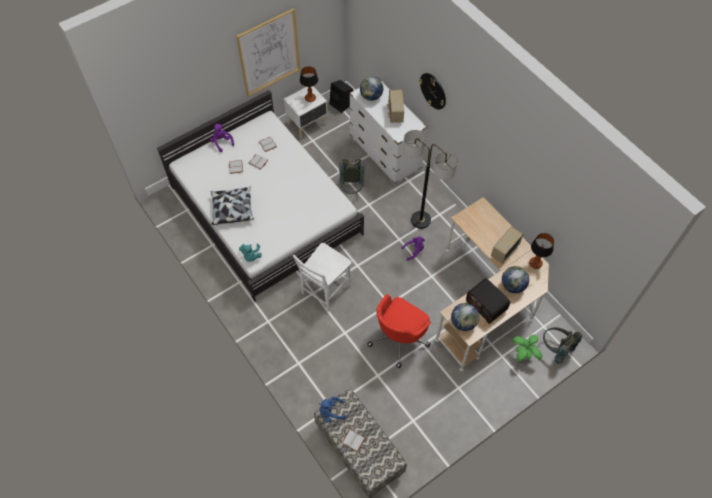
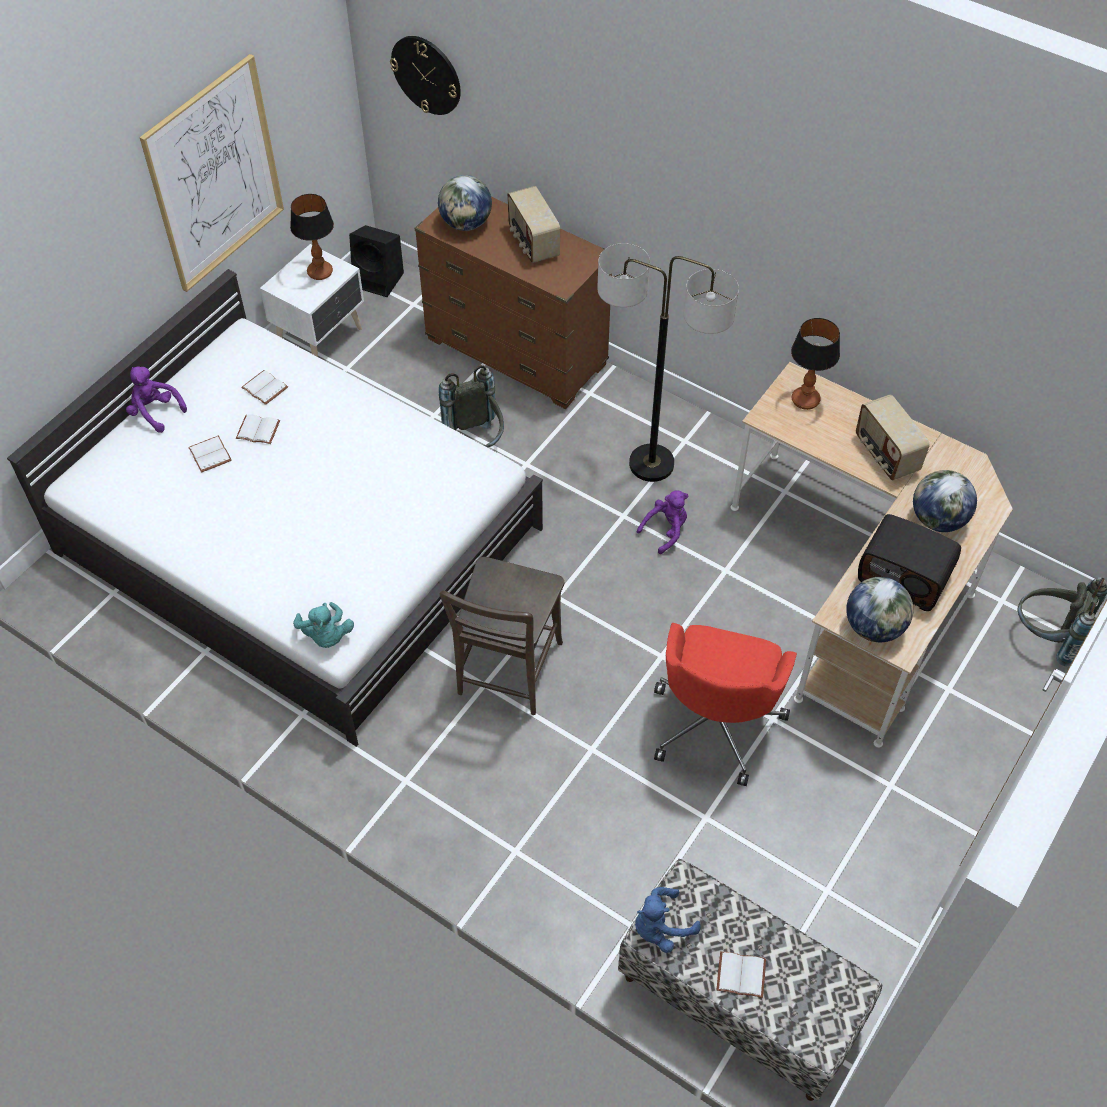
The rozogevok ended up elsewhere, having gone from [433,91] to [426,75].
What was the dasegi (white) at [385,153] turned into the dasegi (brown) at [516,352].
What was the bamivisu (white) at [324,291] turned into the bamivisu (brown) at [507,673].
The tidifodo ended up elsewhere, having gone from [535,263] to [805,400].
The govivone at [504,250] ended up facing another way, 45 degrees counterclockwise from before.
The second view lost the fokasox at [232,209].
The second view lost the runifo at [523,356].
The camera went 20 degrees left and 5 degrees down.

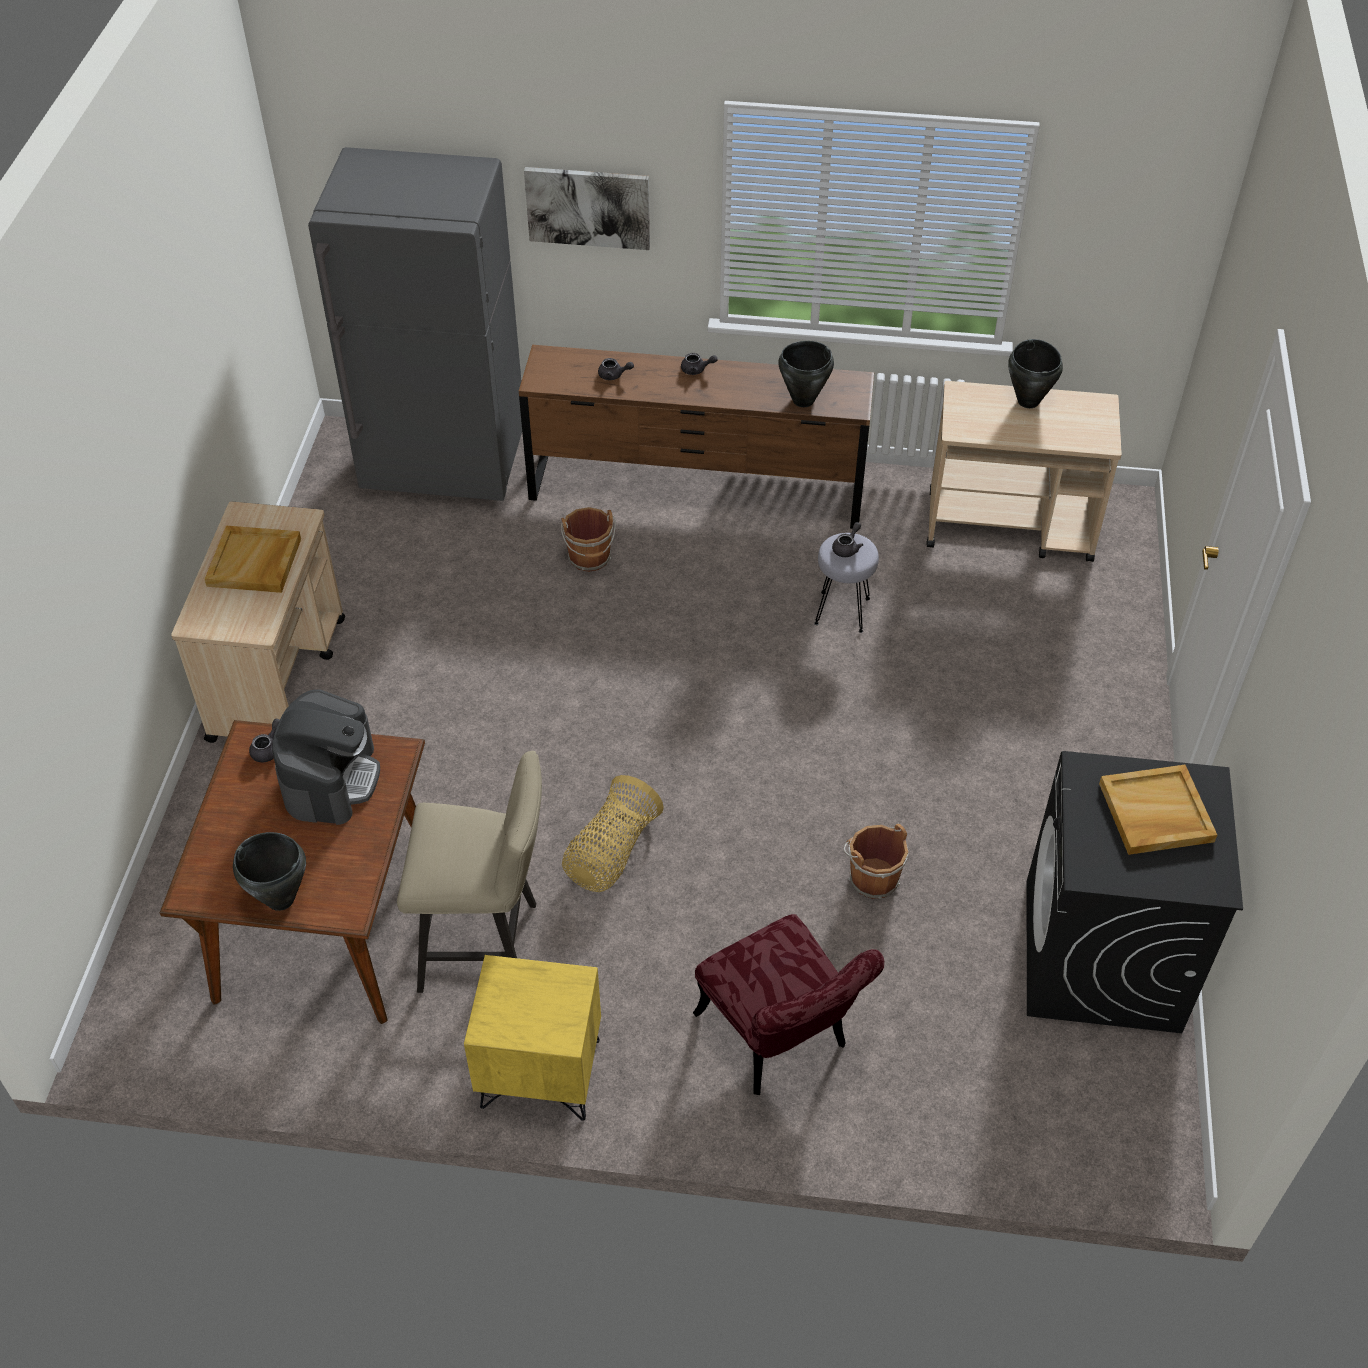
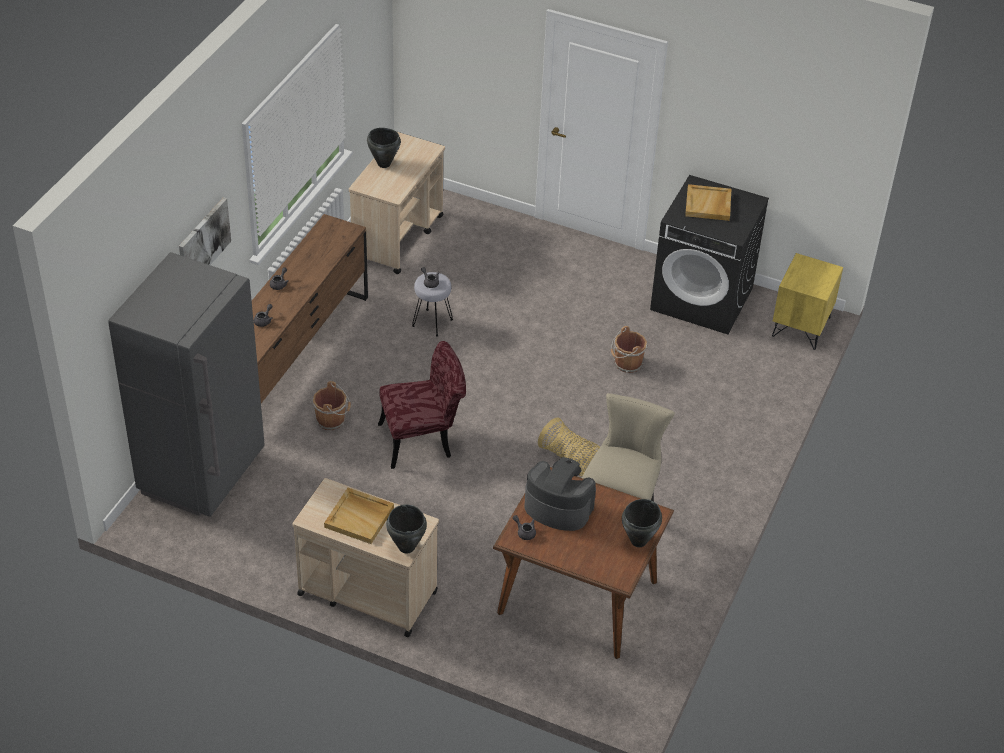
The bamivisu (red) ended up elsewhere, having gone from [780,1041] to [423,440].
The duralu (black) ended up elsewhere, having gone from [802,400] to [406,547].
The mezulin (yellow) ended up elsewhere, having gone from [540,1074] to [801,327].
The camera went 75 degrees left and 5 degrees down.

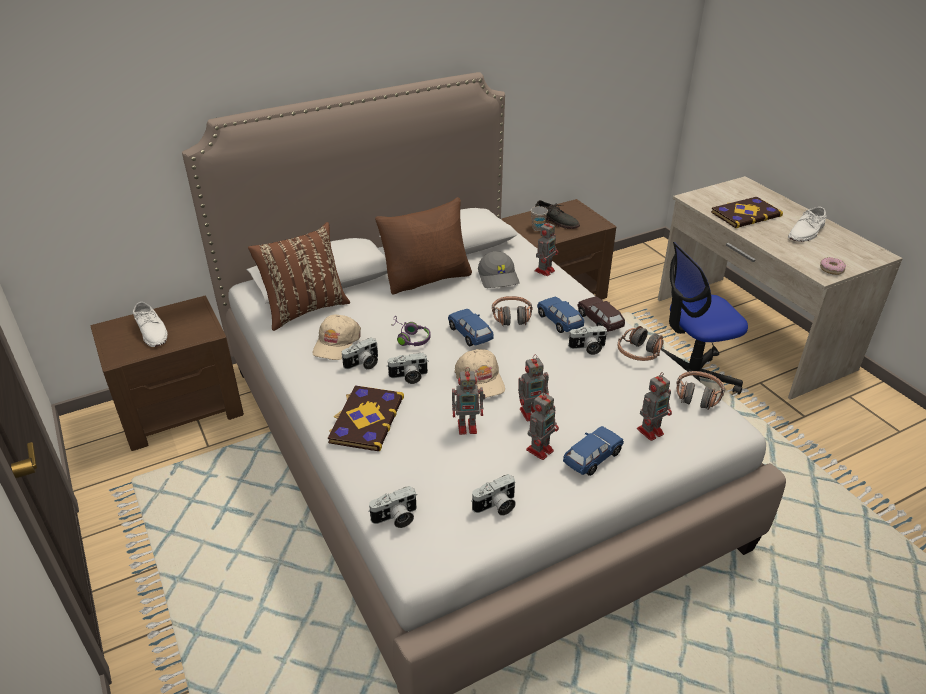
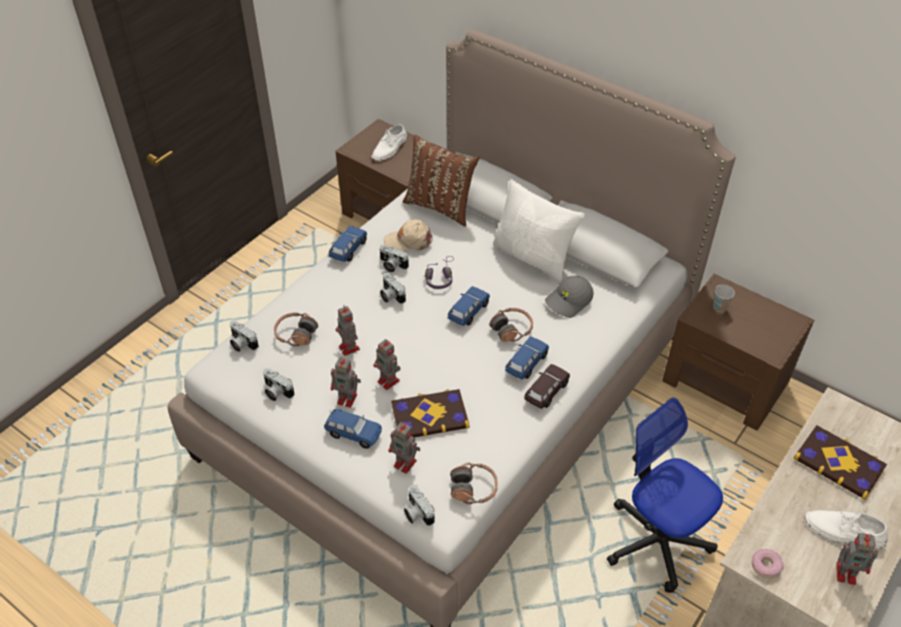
The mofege ended up elsewhere, having gone from [639,353] to [296,334].
The second view gained the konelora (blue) at [348,249].
The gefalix ended up elsewhere, having gone from [365,419] to [429,415].
The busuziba ended up elsewhere, having gone from [587,348] to [416,513].
What was the fokasox (brown) at [427,278] turned into the fokasox (white) at [533,257].
The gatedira ended up elsewhere, having gone from [545,270] to [847,574].
The second view lost the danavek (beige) at [480,379].
The second view lost the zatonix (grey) at [556,220].
The camera went 65 degrees right and 10 degrees up.

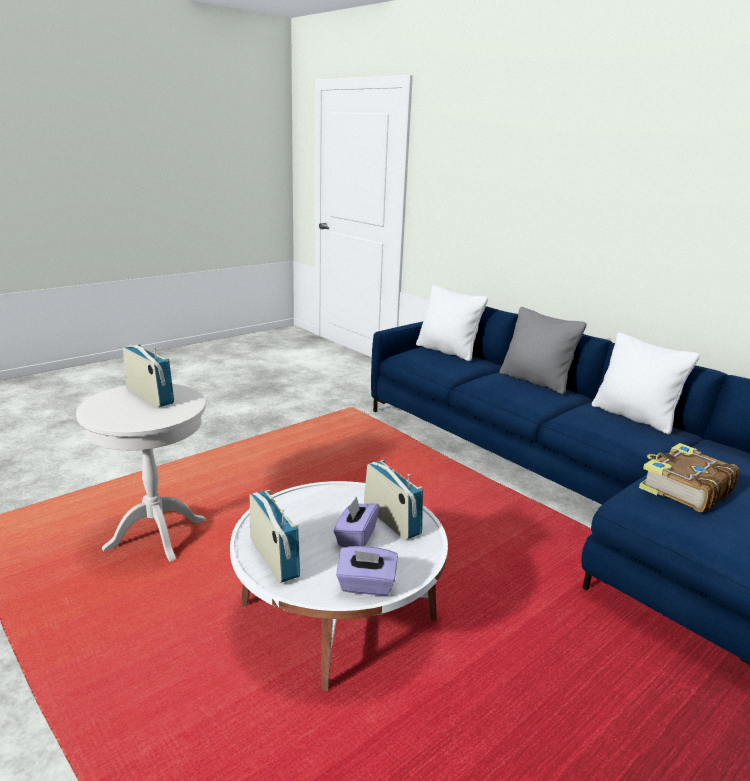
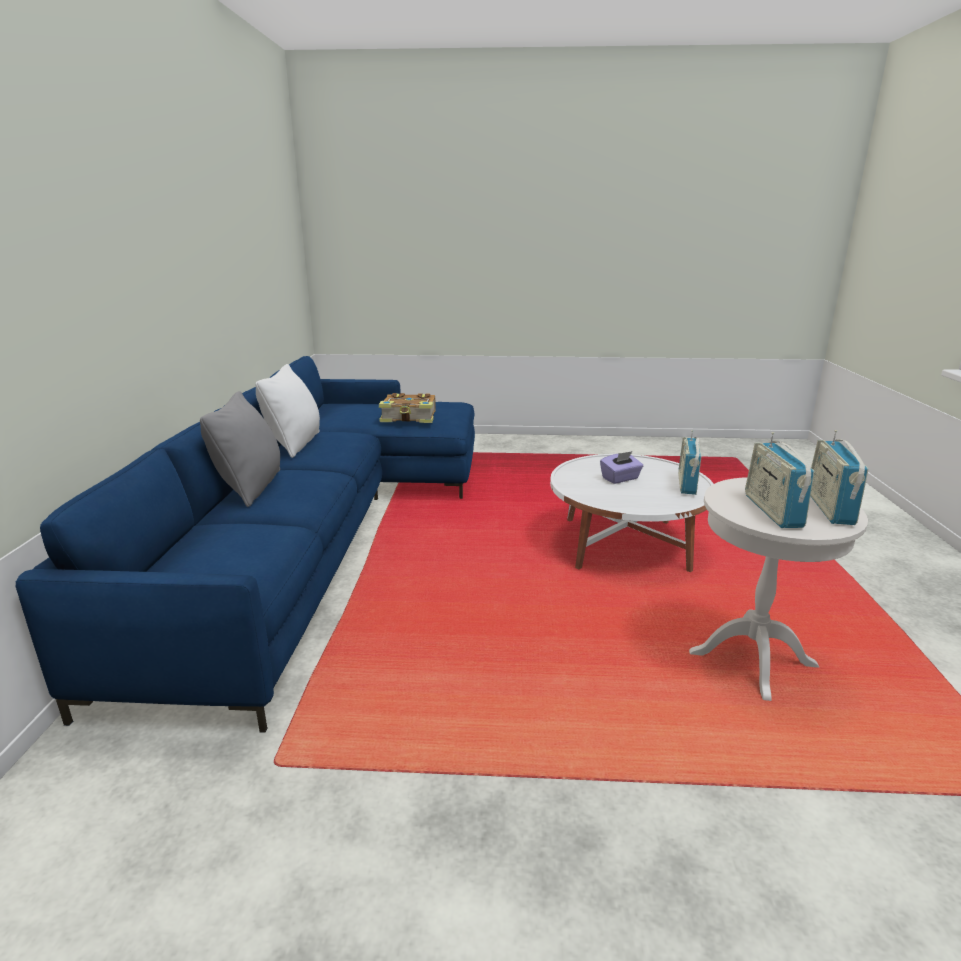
The govivone ended up elsewhere, having gone from [391,520] to [829,508].
The second view lost the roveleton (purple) at [366,586].
The second view lost the fokasox (white) at [447,351].
The camera went 135 degrees left and 0 degrees up.

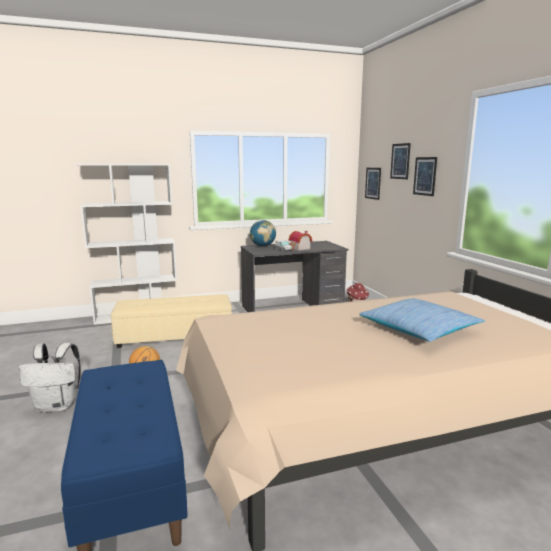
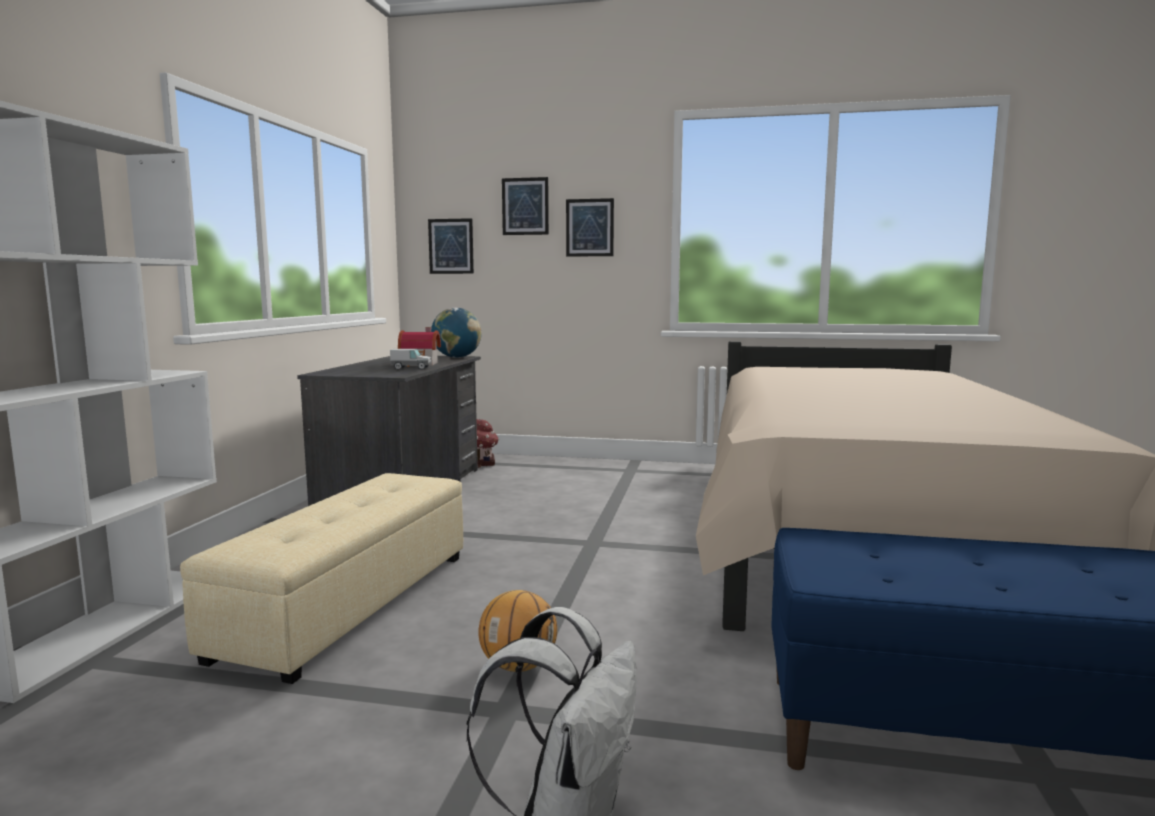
The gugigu ended up elsewhere, having gone from [263,246] to [457,357].
The second view lost the fokasox at [419,329].
The camera went 60 degrees left and 5 degrees down.

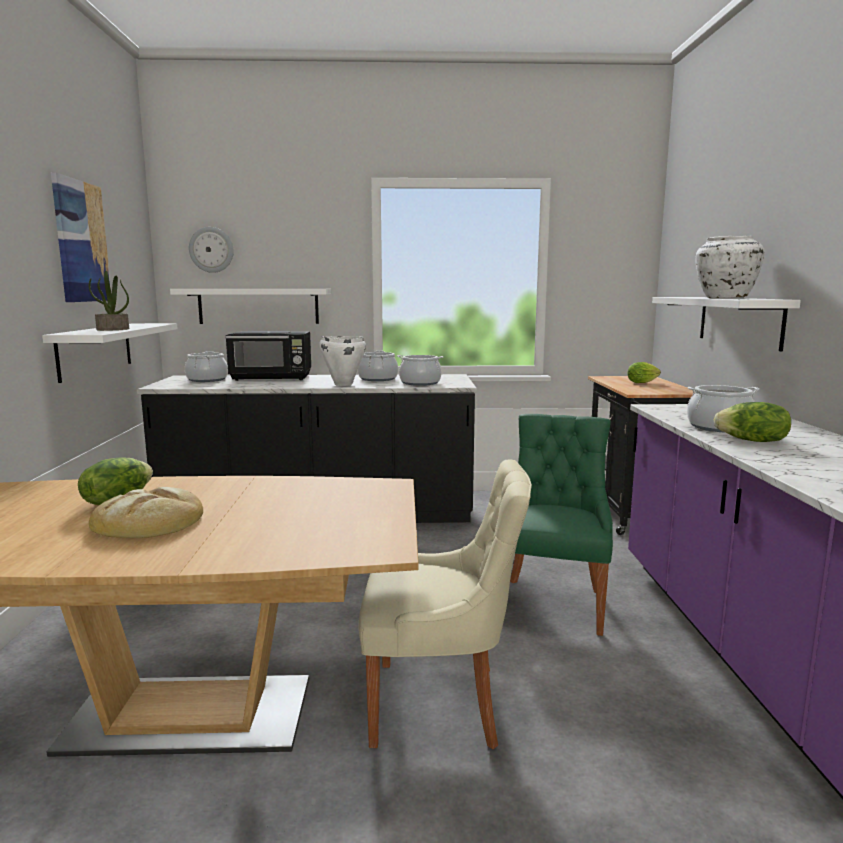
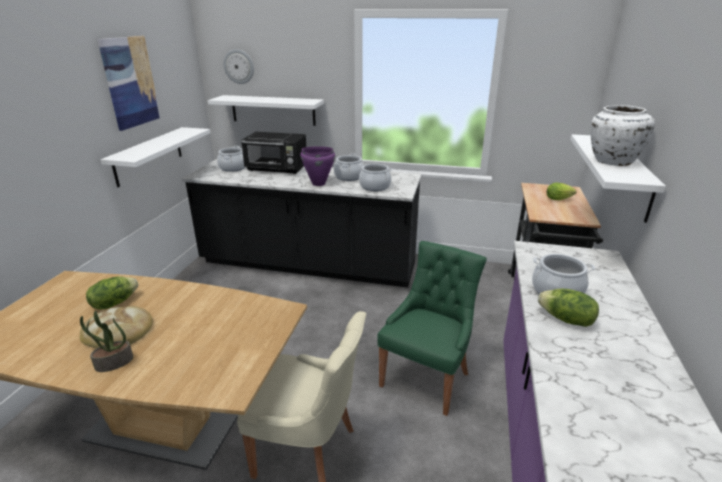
The runifo ended up elsewhere, having gone from [113,329] to [114,363].
What was the duralu (white) at [343,384] turned into the duralu (purple) at [318,183].
The camera went 15 degrees right and 15 degrees up.

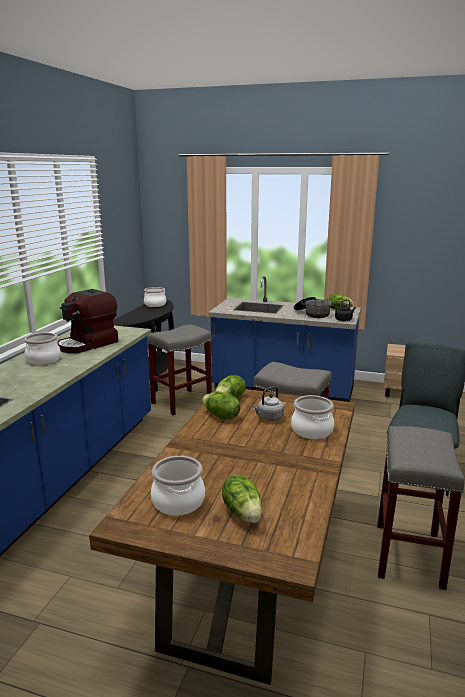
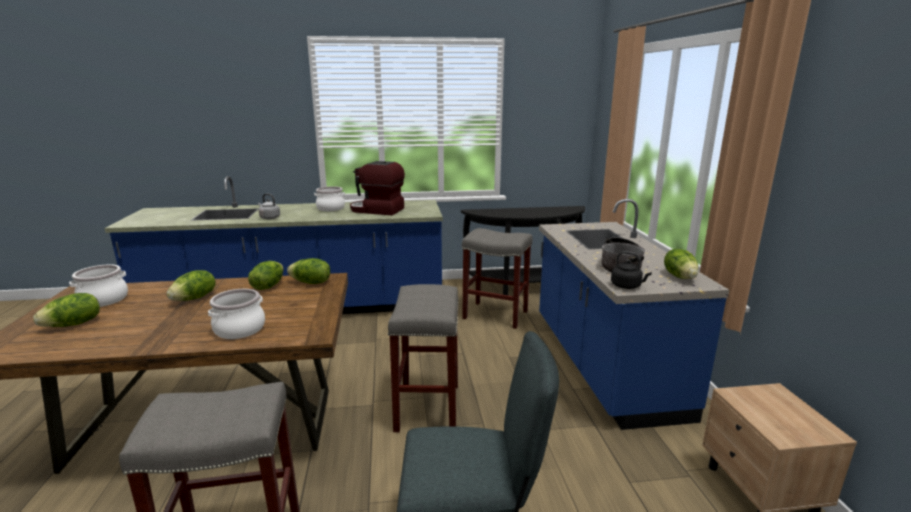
The second view gained the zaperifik at [195,298].
The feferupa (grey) ended up elsewhere, having gone from [269,418] to [269,218].
The second view lost the duralu at [155,304].
The camera went 65 degrees right and 0 degrees up.

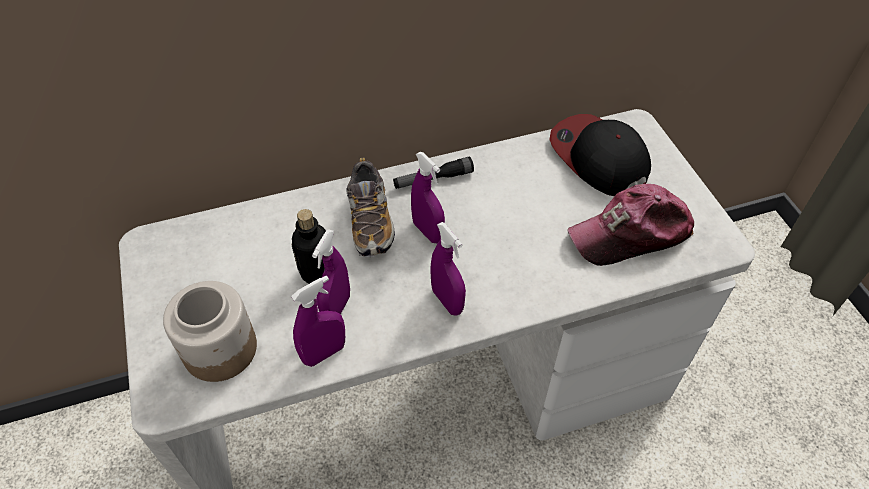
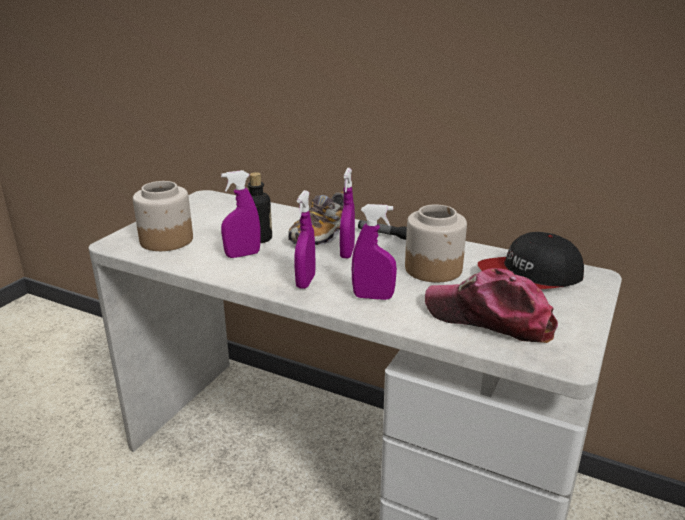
The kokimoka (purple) ended up elsewhere, having gone from [324,353] to [373,297].
The second view gained the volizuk at [433,269].
The danavek at [598,158] ended up facing another way, 120 degrees counterclockwise from before.
The camera went 45 degrees right and 25 degrees down.

